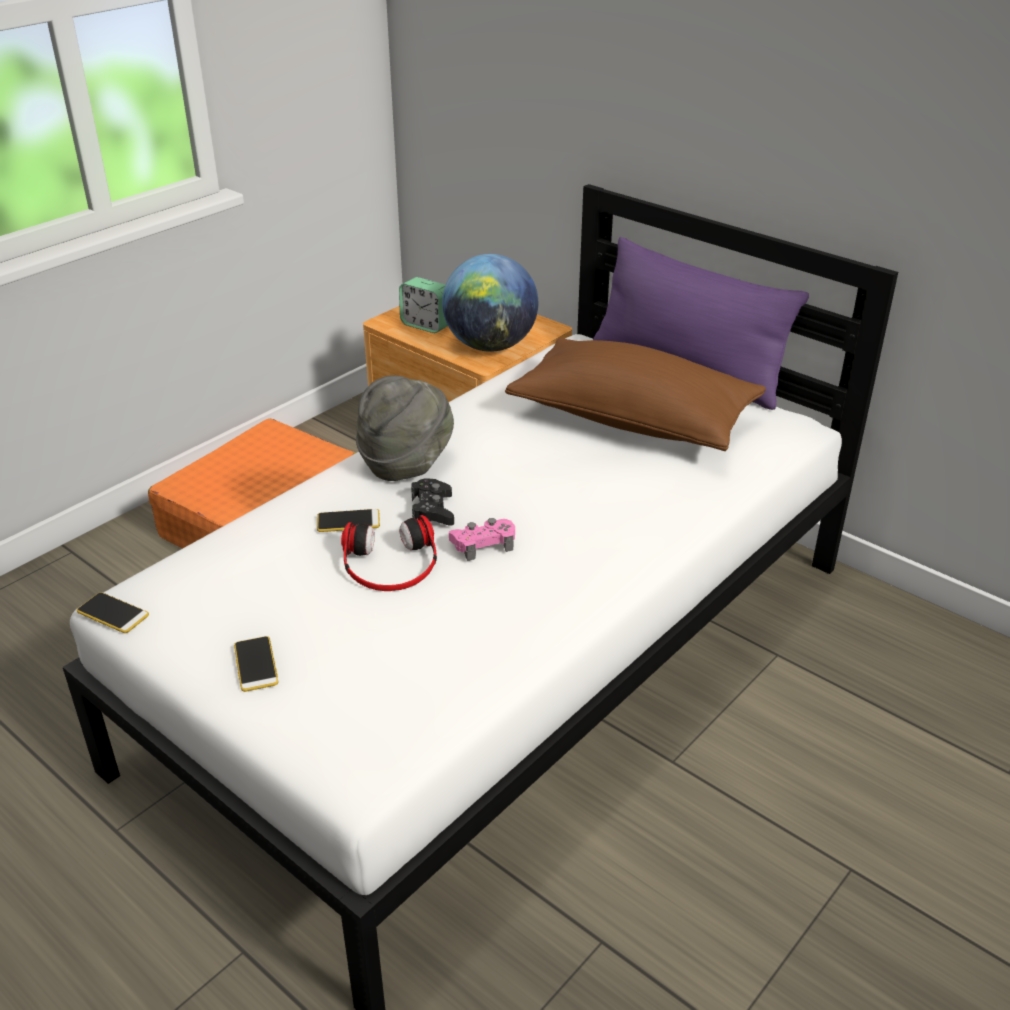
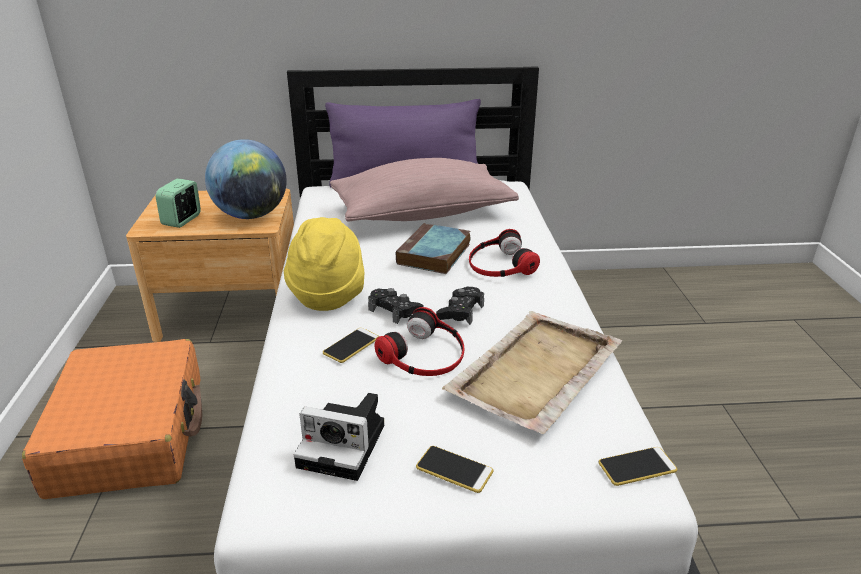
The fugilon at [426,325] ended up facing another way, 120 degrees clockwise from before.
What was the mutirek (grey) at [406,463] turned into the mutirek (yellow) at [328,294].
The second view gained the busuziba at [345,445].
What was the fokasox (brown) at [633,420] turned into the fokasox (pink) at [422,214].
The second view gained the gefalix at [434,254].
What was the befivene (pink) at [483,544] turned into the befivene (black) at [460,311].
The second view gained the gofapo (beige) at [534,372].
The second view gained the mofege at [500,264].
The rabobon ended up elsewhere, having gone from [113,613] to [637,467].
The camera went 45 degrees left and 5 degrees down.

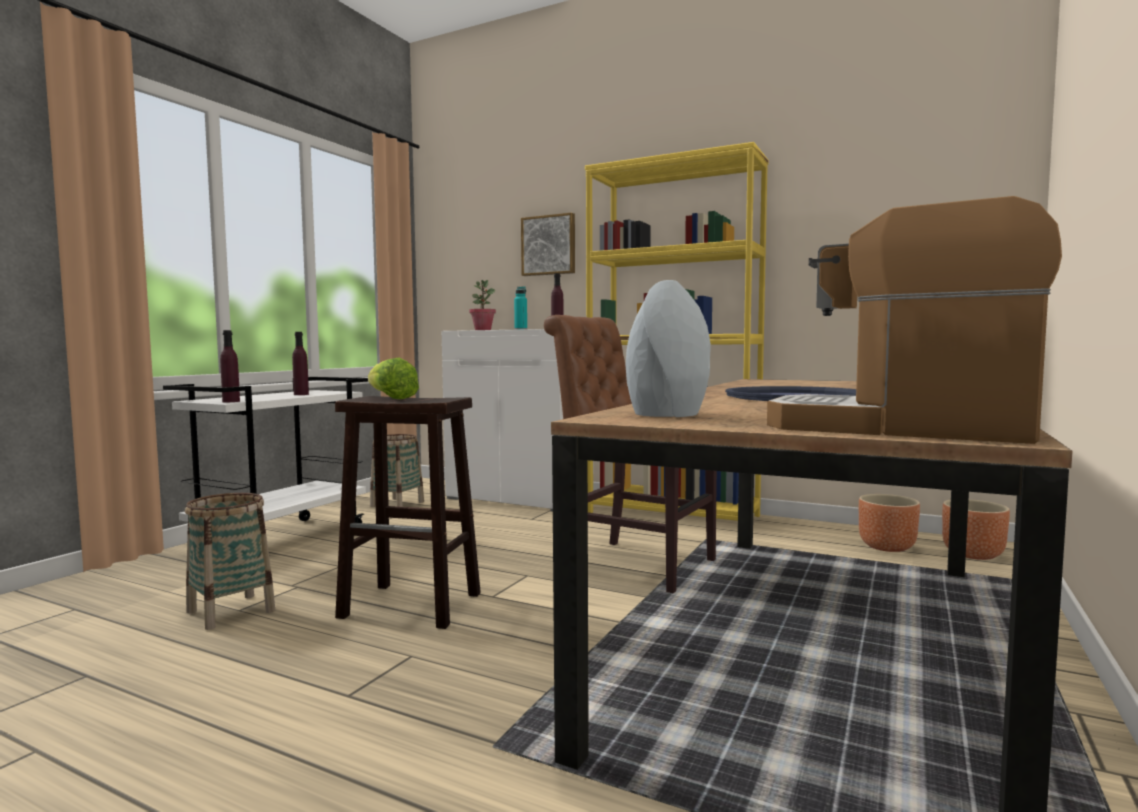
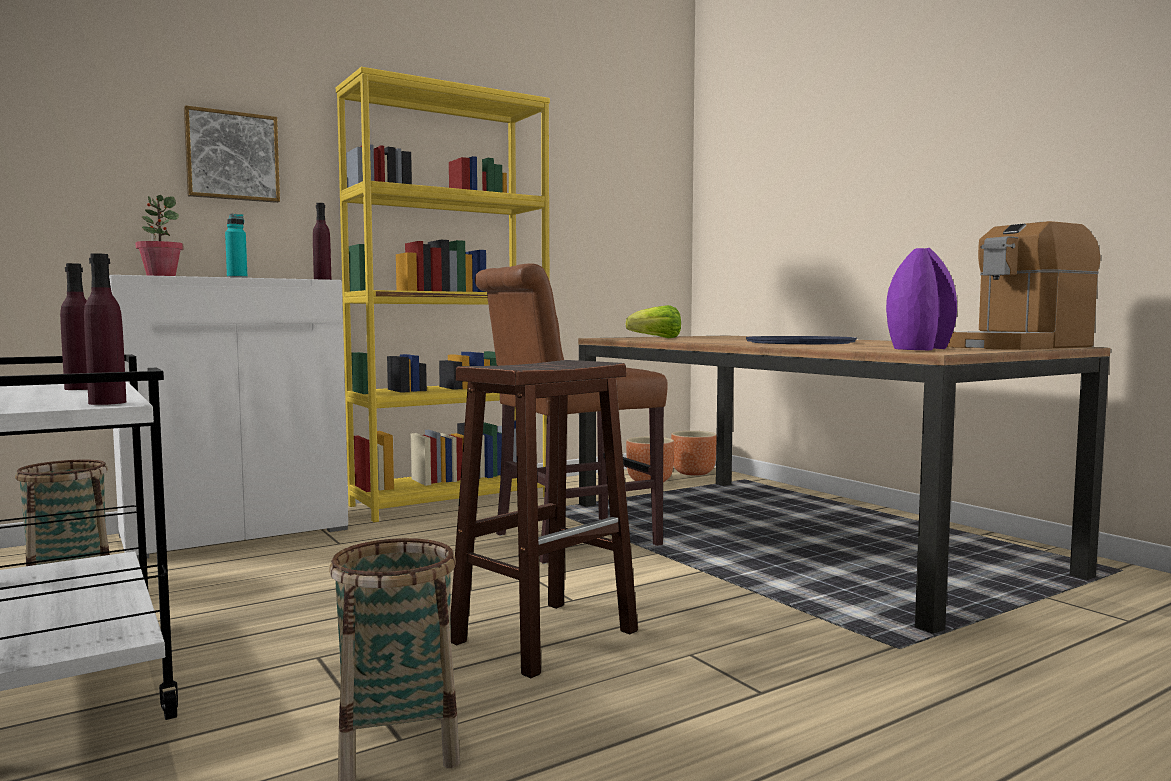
The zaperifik ended up elsewhere, having gone from [391,398] to [656,338].
What was the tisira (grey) at [668,415] turned into the tisira (purple) at [919,349].
The camera went 60 degrees left and 0 degrees up.

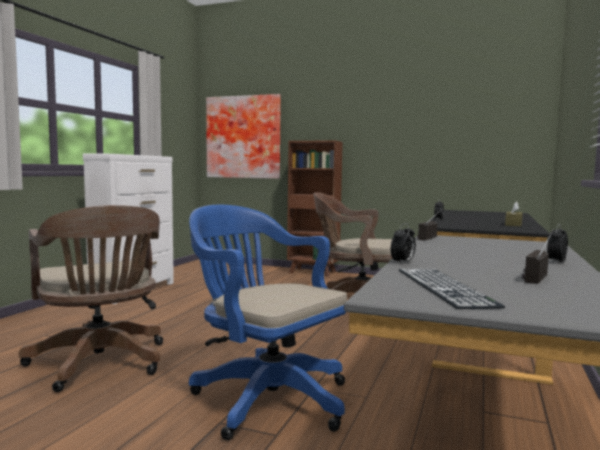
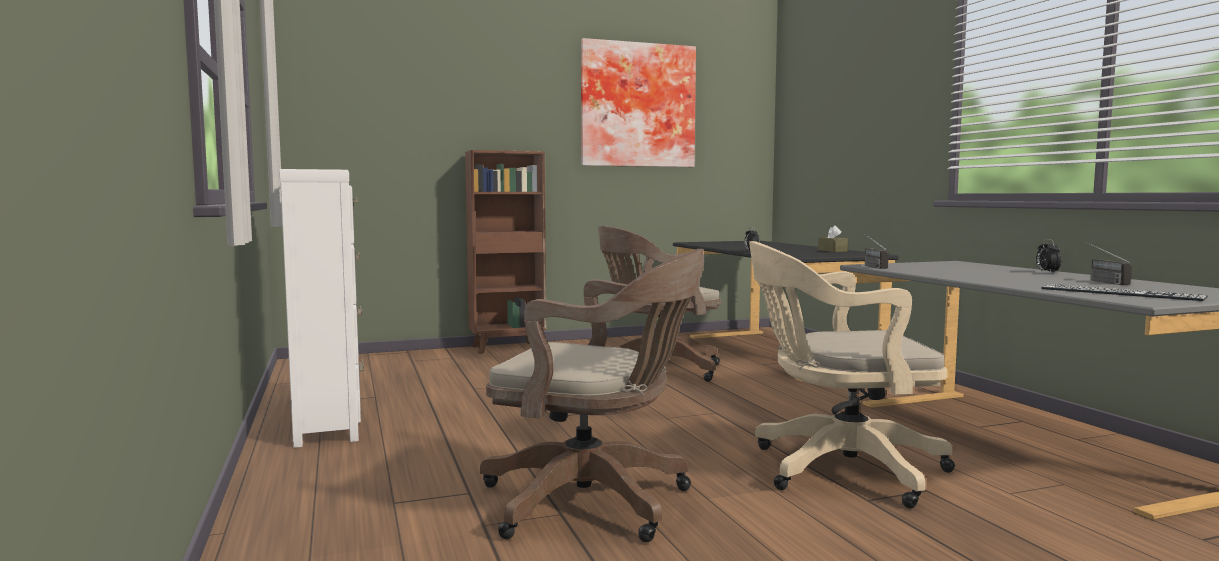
The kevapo ended up elsewhere, having gone from [244,137] to [637,105].
What was the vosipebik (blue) at [265,397] turned into the vosipebik (beige) at [838,470].
The second view lost the fugilon at [402,262].
The camera went 40 degrees left and 0 degrees up.

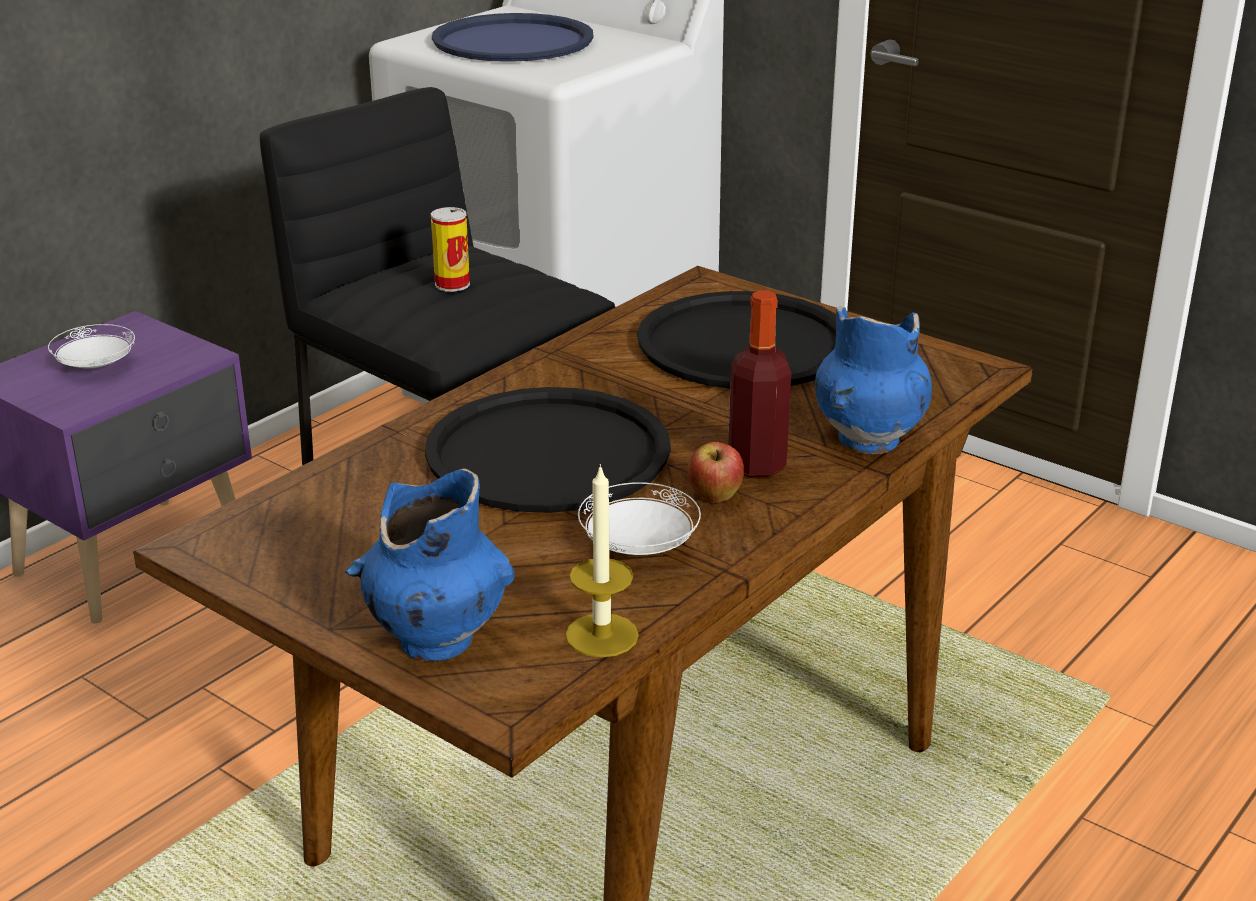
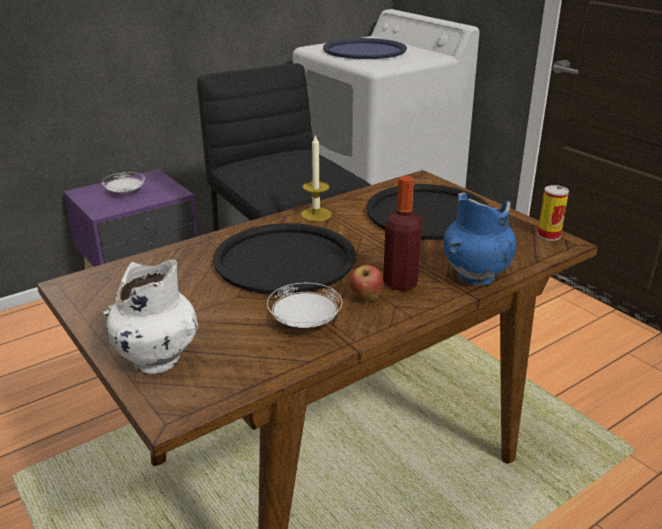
What was the tisira (blue) at [435,640] turned into the tisira (white) at [156,360].
The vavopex ended up elsewhere, having gone from [602,635] to [316,214].
The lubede ended up elsewhere, having gone from [452,284] to [549,235].
The camera went 15 degrees right and 0 degrees up.

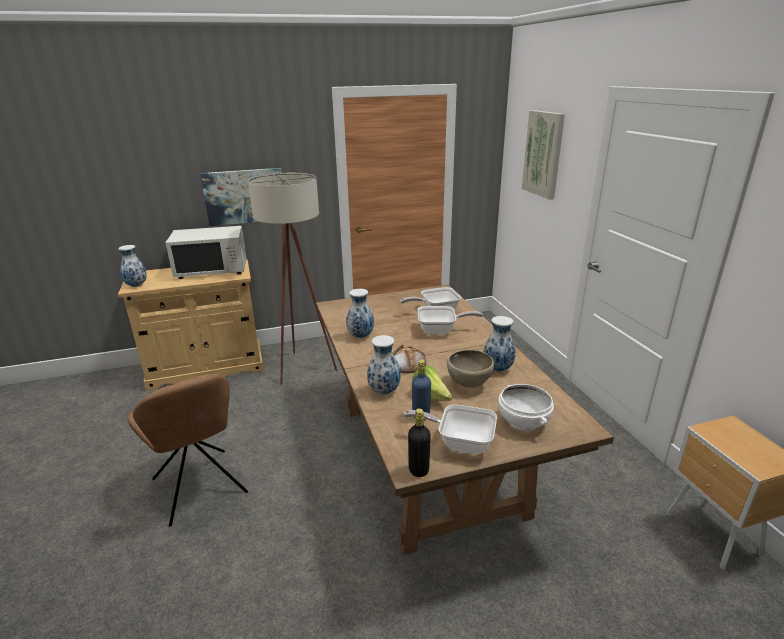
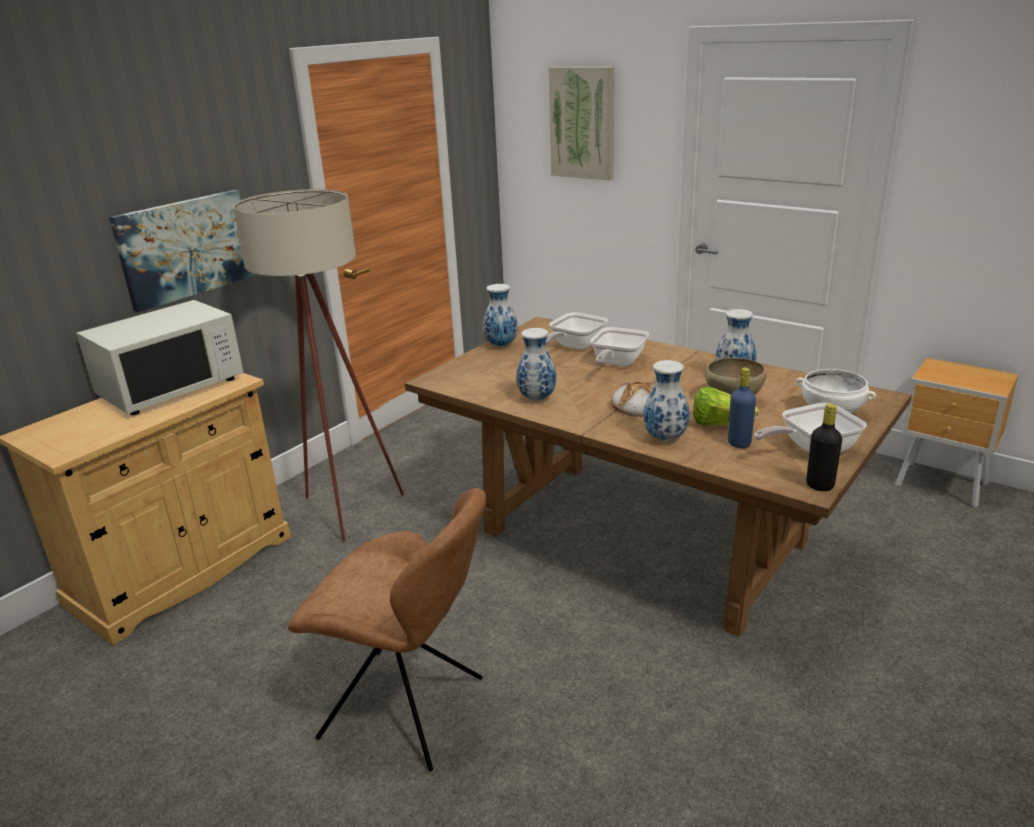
The tisira ended up elsewhere, having gone from [137,285] to [501,345].
The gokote at [441,331] ended up facing another way, 150 degrees clockwise from before.
The camera went 35 degrees left and 0 degrees up.

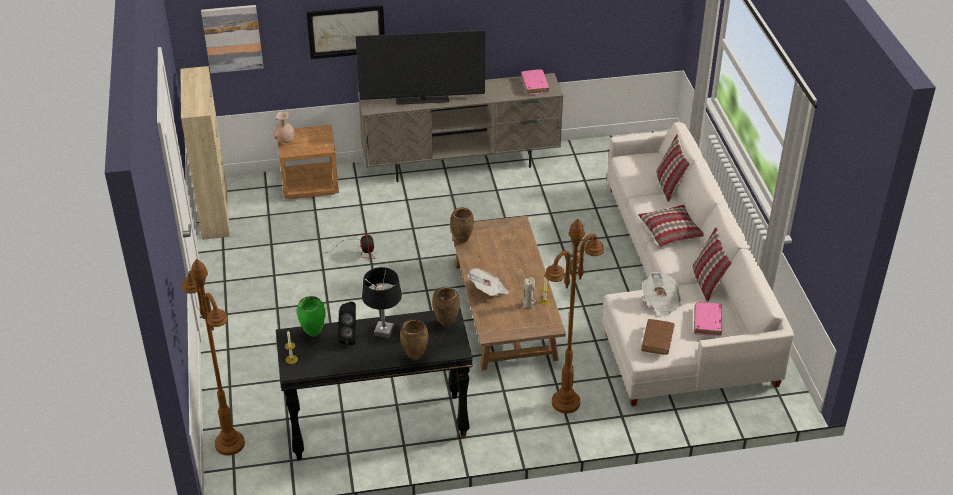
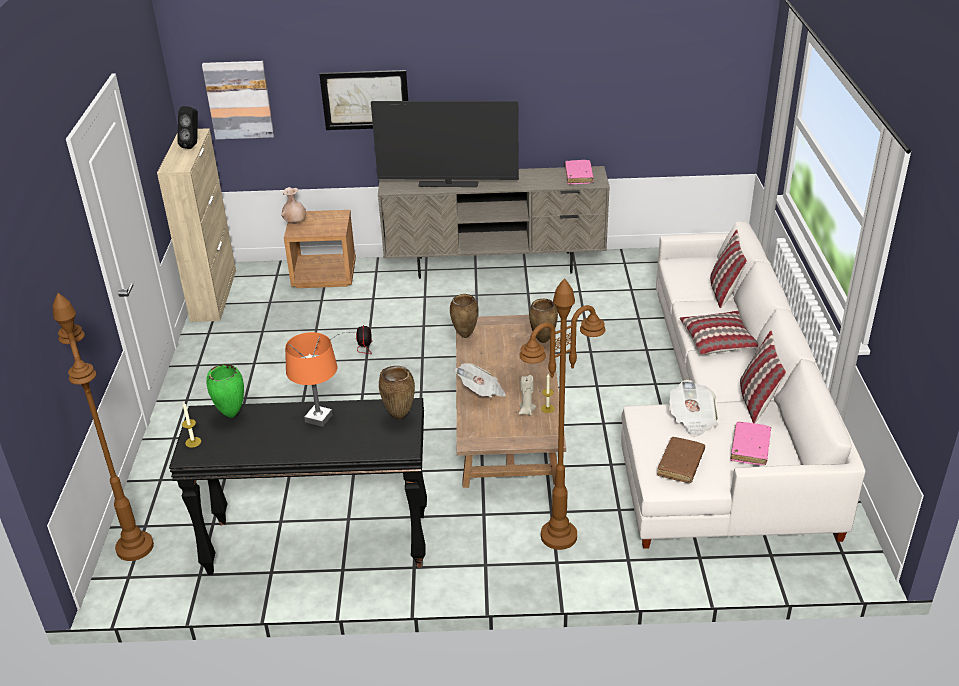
The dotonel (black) ended up elsewhere, having gone from [350,337] to [193,145].
What was the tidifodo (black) at [384,331] turned into the tidifodo (orange) at [319,418].
The tisira (brown) ended up elsewhere, having gone from [414,358] to [542,341].
The camera went 10 degrees right and 5 degrees down.

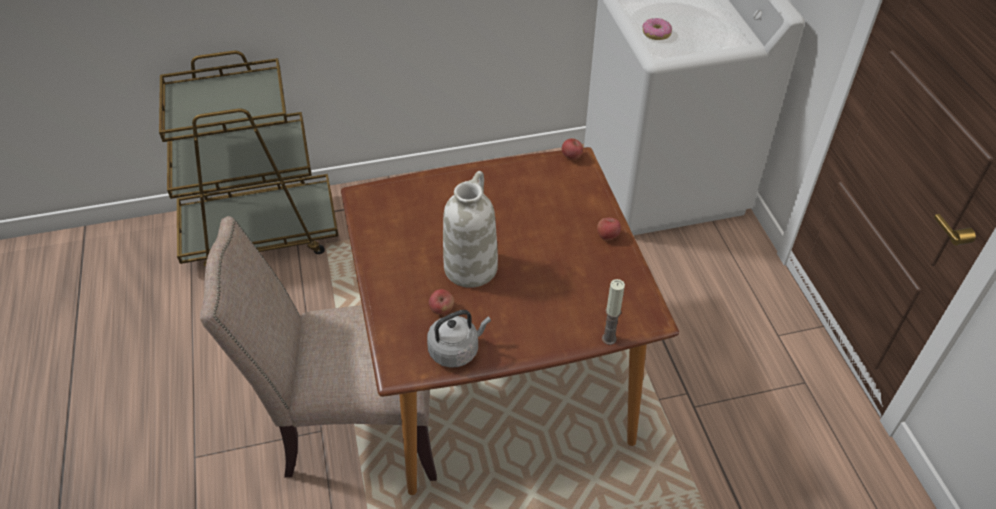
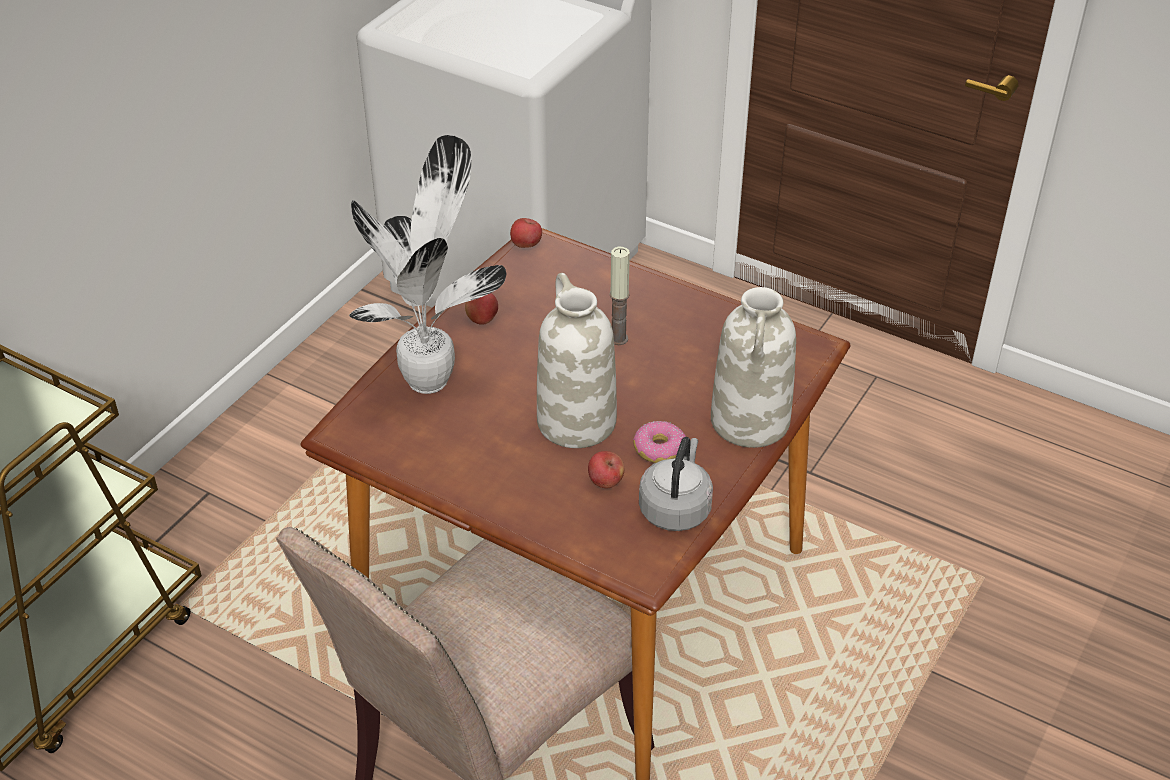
The second view gained the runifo at [431,378].
The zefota ended up elsewhere, having gone from [607,236] to [482,319].
The vavopex ended up elsewhere, having gone from [609,338] to [618,339].
The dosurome ended up elsewhere, having gone from [656,34] to [659,449].
The second view gained the tisira (white) at [750,422].
The camera went 45 degrees left and 5 degrees down.

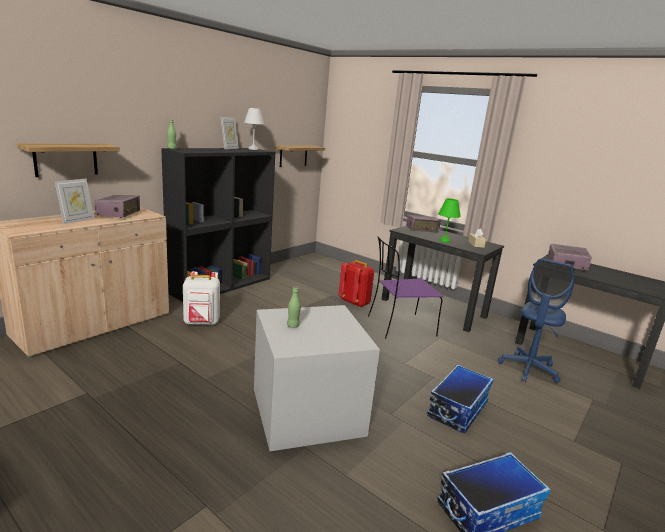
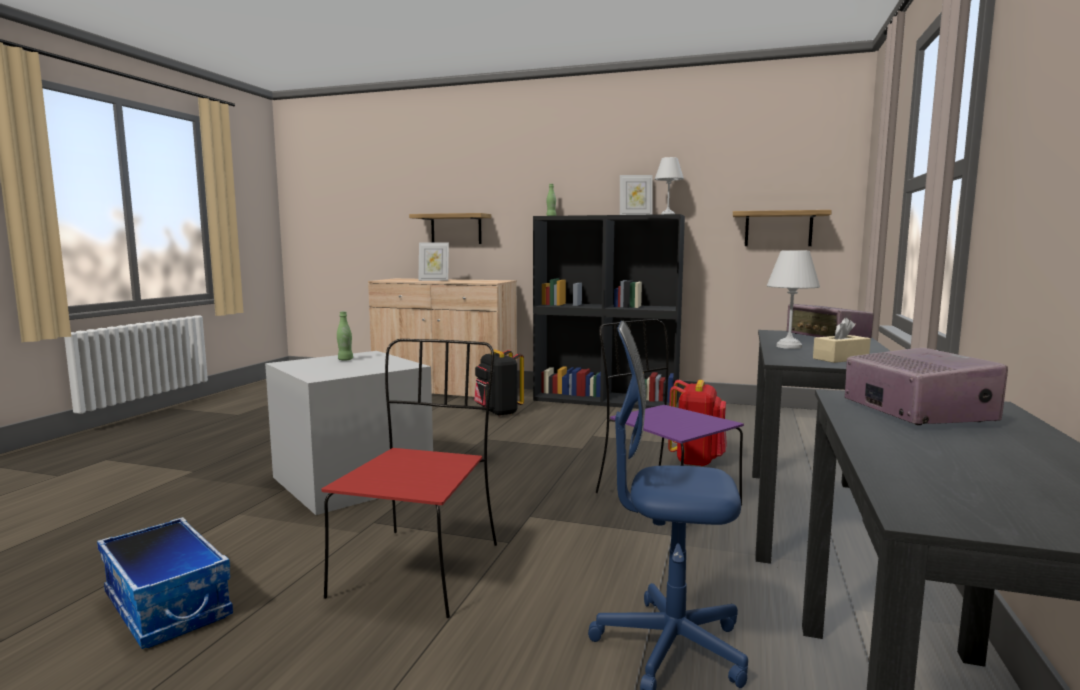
Where the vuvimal stood at [457,409], the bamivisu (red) came to stand at [419,568].
What was the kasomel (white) at [202,323] turned into the kasomel (black) at [498,412].
What was the tidifodo (green) at [444,241] turned into the tidifodo (white) at [790,346].
The second view lost the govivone at [119,214].
The camera went 70 degrees right and 10 degrees down.

